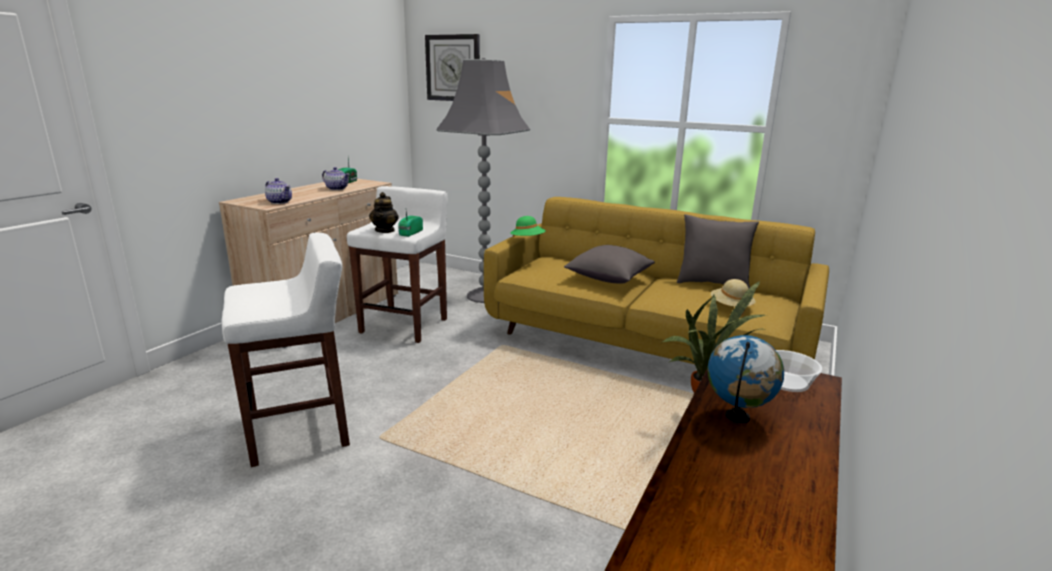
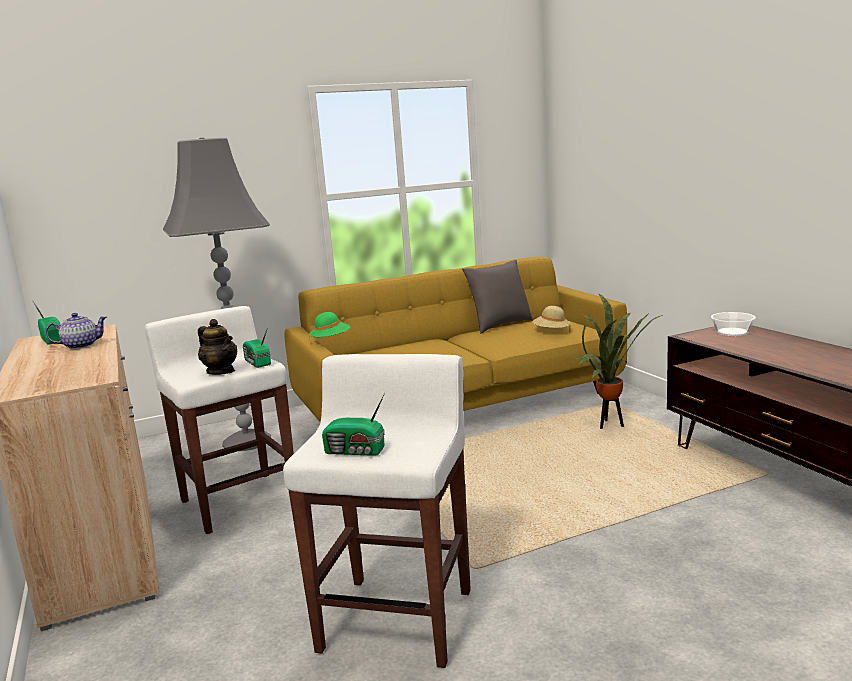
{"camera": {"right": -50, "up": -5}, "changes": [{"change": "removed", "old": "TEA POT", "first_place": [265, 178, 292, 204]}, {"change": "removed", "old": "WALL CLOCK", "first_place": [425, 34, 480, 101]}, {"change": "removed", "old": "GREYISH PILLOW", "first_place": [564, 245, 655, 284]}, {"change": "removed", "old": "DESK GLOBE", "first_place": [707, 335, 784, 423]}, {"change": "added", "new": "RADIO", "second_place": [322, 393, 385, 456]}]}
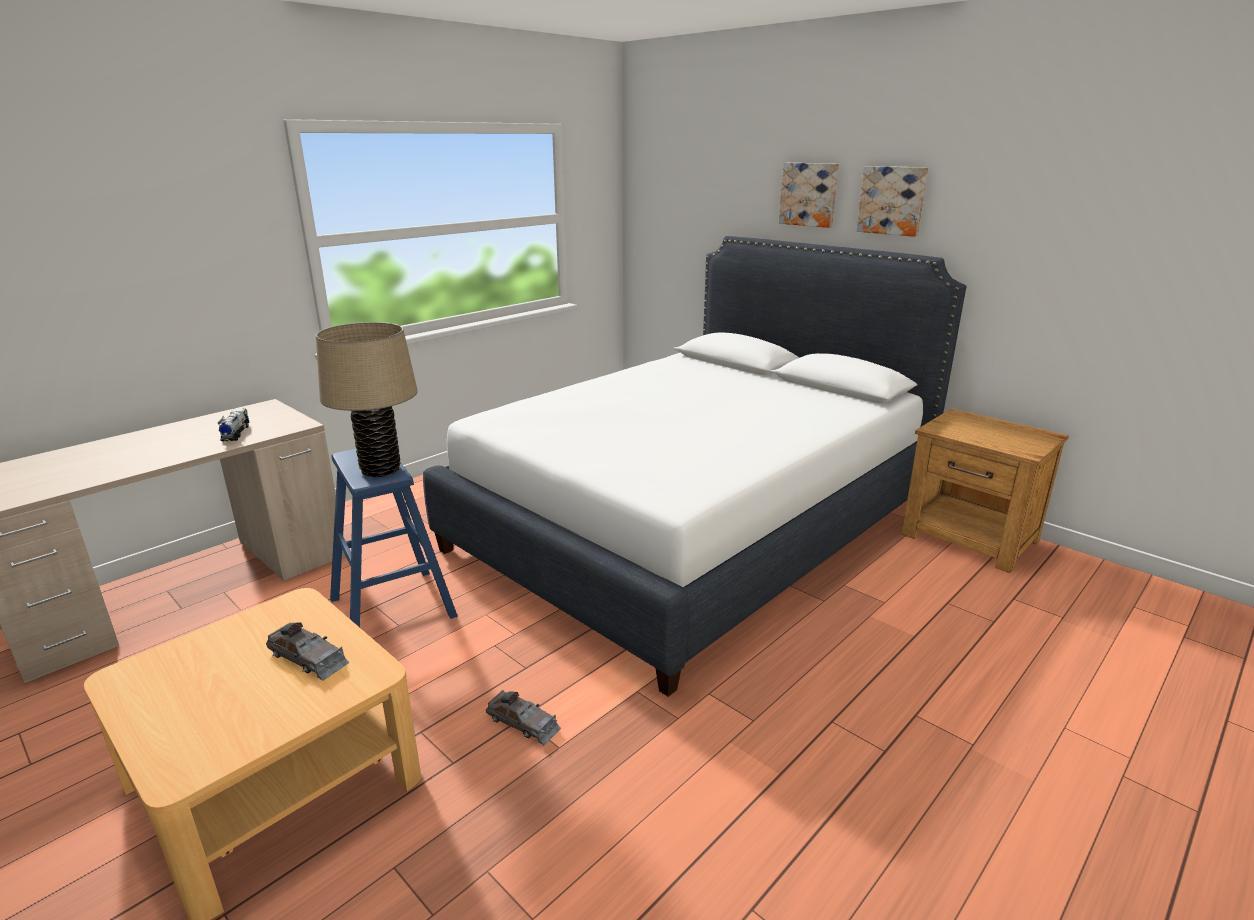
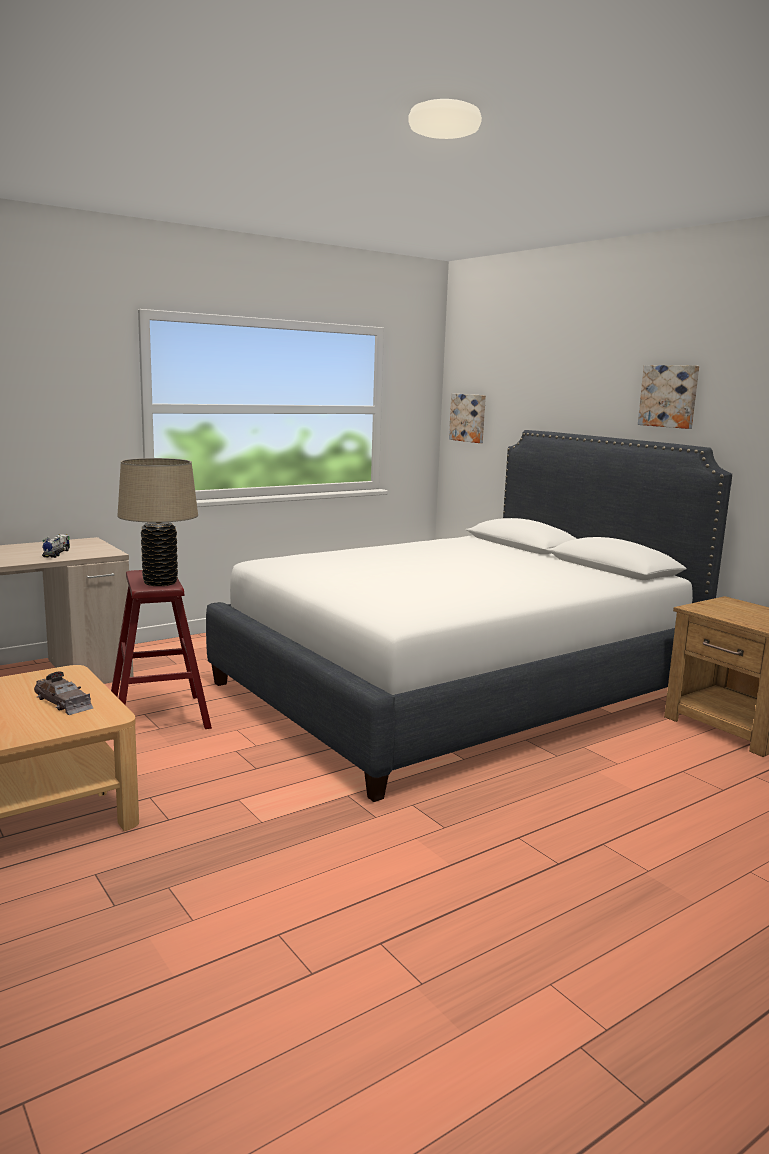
{"camera": {"right": 10, "up": -10}, "changes": [{"change": "recoloured", "old": "BLUE-COLOURED STOOL", "new": "RED-COLOURED STOOL", "first_place": [330, 449, 458, 627], "second_place": [111, 570, 212, 740]}, {"change": "removed", "old": "GREYISH TOY CAR", "first_place": [486, 690, 561, 745]}, {"change": "moved", "old": "WALL PICTURE", "first_place": [779, 163, 839, 228], "second_place": [449, 394, 486, 443]}]}
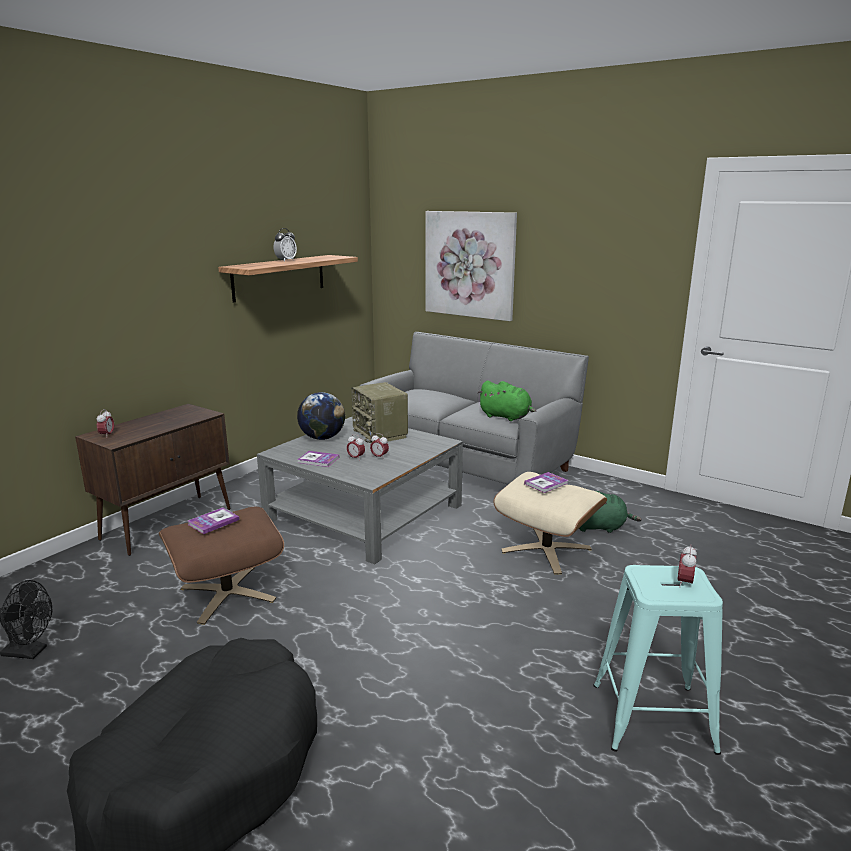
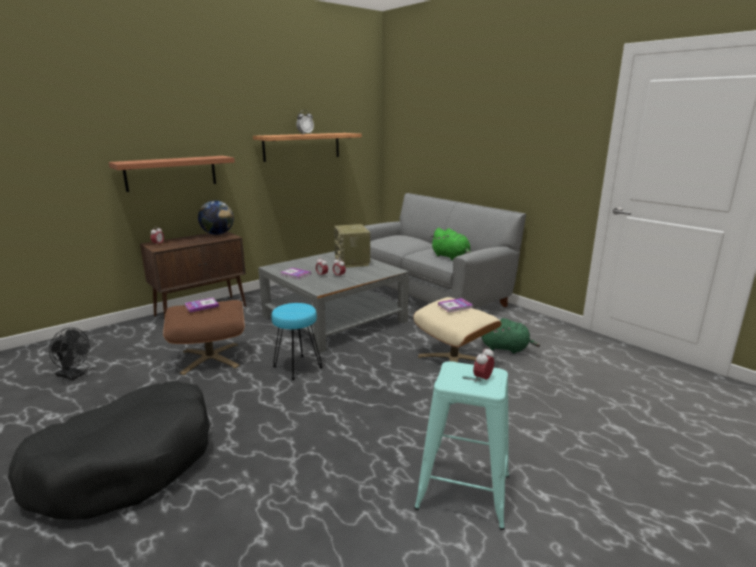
{"camera": {"right": 15, "up": 0}, "changes": [{"change": "moved", "old": "DESK GLOBE", "first_place": [297, 392, 345, 440], "second_place": [198, 201, 234, 235]}, {"change": "removed", "old": "WALL PICTURE", "first_place": [425, 211, 517, 321]}, {"change": "added", "new": "BRACKET SHELF", "second_place": [109, 156, 235, 192]}, {"change": "added", "new": "TURQUOISE STOOL", "second_place": [271, 303, 323, 380]}]}
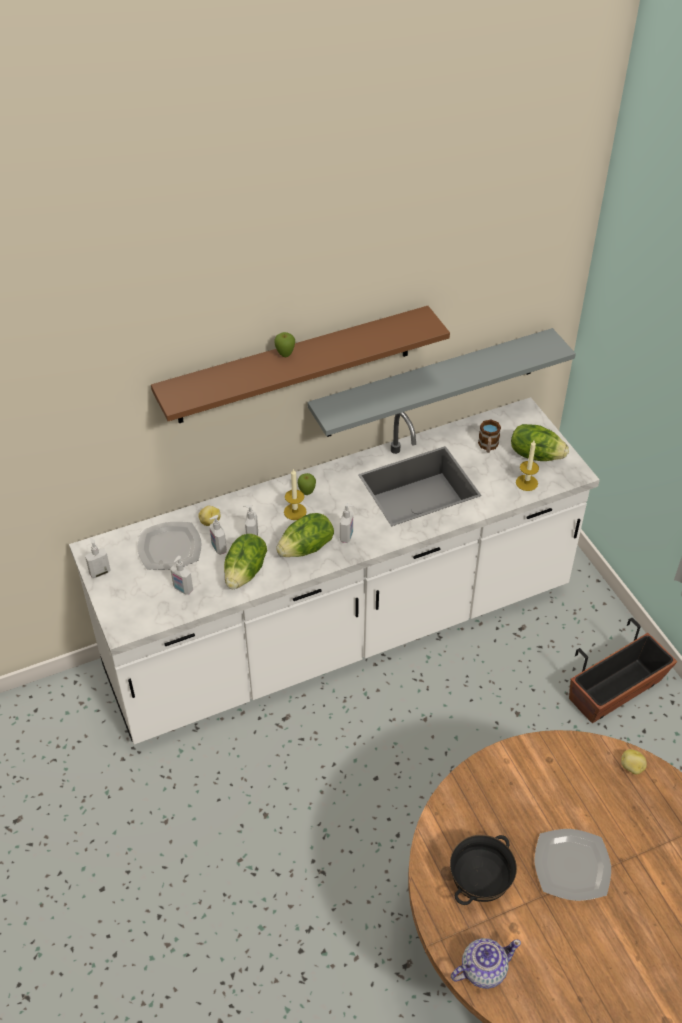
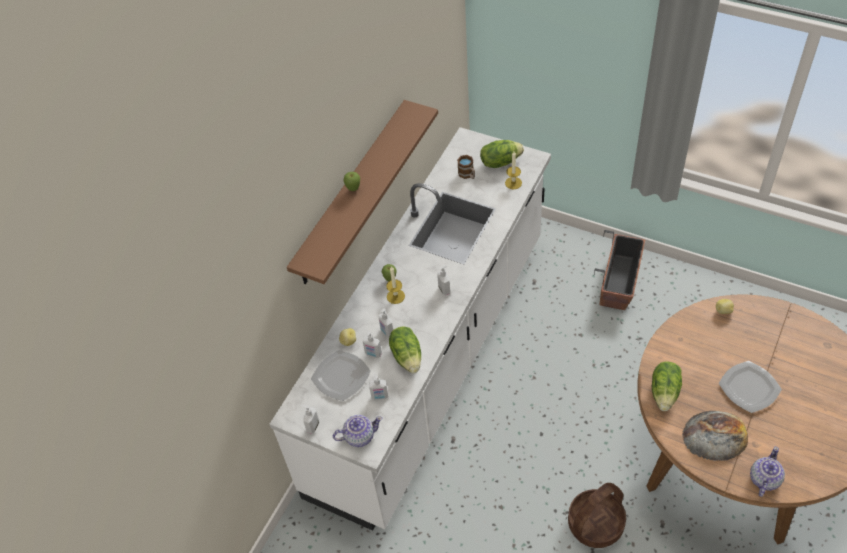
{"camera": {"right": -35, "up": 5}, "changes": [{"change": "moved", "old": "HEAD OF LETTUCE", "first_place": [276, 513, 334, 557], "second_place": [652, 361, 682, 411]}, {"change": "removed", "old": "GREYISH BRACKET SHELF", "first_place": [307, 328, 576, 437]}, {"change": "replaced", "old": "BLACKISH DEEP DISH", "new": "BREAD", "first_place": [450, 835, 517, 905], "second_place": [682, 411, 748, 461]}, {"change": "added", "new": "TEA POT", "second_place": [333, 415, 382, 447]}, {"change": "added", "new": "HOUSEHOLD BASKET", "second_place": [568, 483, 626, 548]}]}
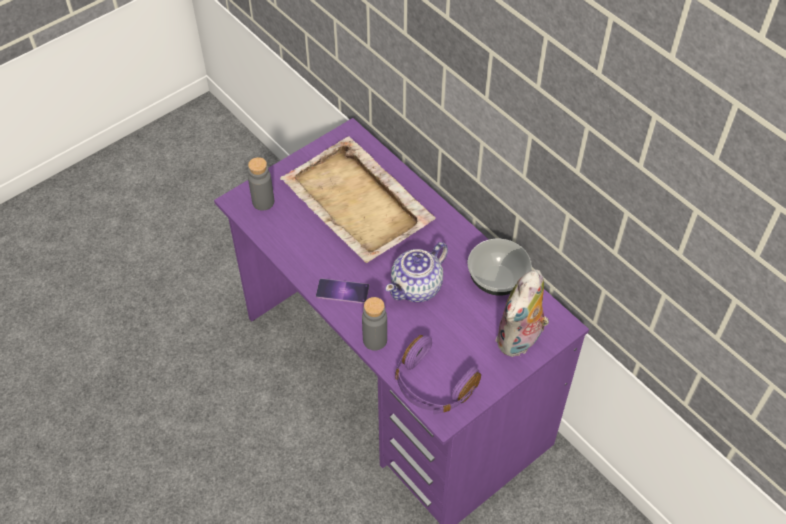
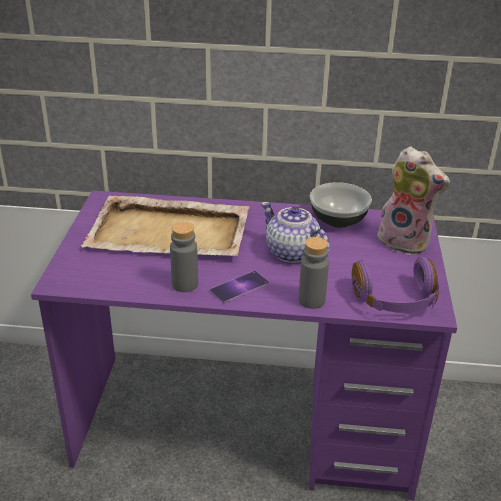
{"camera": {"right": -45, "up": -20}, "changes": [{"change": "moved", "old": "GREYISH DRINK BOTTLE", "first_place": [248, 157, 274, 210], "second_place": [170, 222, 198, 292]}, {"change": "turned", "old": "TEA POT", "first_place": [385, 242, 448, 302], "second_place": [261, 202, 330, 263], "degrees": 135}, {"change": "turned", "old": "CUDDLY TOY", "first_place": [496, 270, 549, 357], "second_place": [377, 146, 450, 255], "degrees": -45}]}
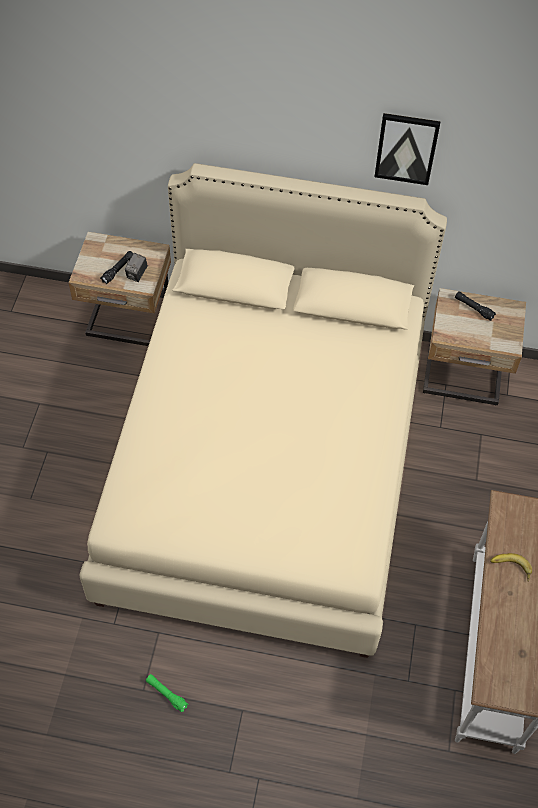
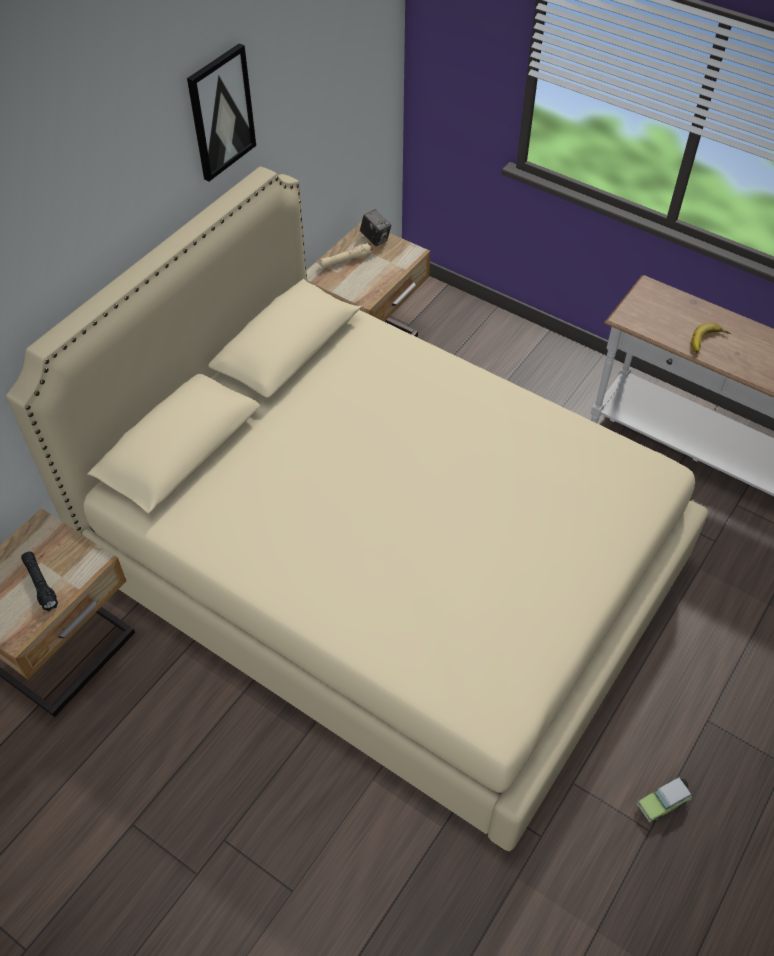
{"camera": {"right": -65, "up": -5}, "changes": [{"change": "moved", "old": "STILL CAMERA", "first_place": [125, 253, 148, 282], "second_place": [360, 209, 391, 246]}, {"change": "replaced", "old": "GREEN TORCH", "new": "TOY CAR", "first_place": [146, 674, 188, 712], "second_place": [637, 777, 692, 823]}, {"change": "recoloured", "old": "BLACKISH TORCH", "new": "SAND-COLOURED TORCH", "first_place": [455, 291, 496, 321], "second_place": [319, 243, 372, 269]}]}
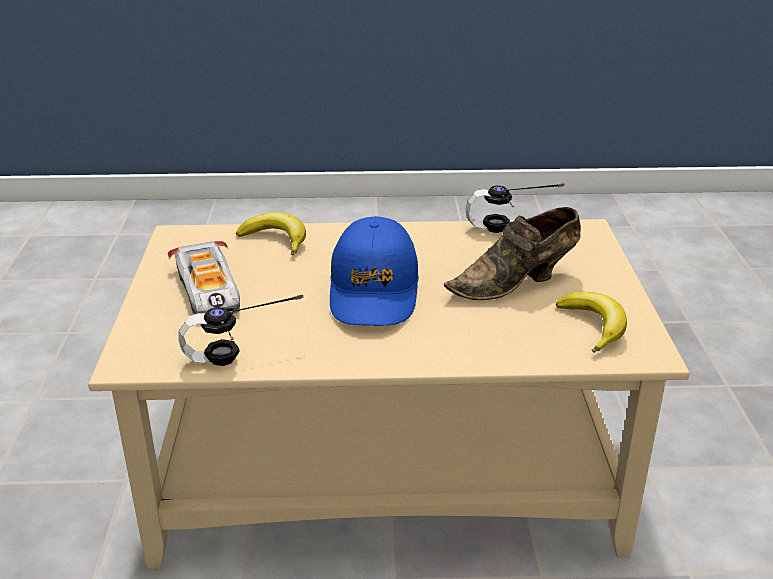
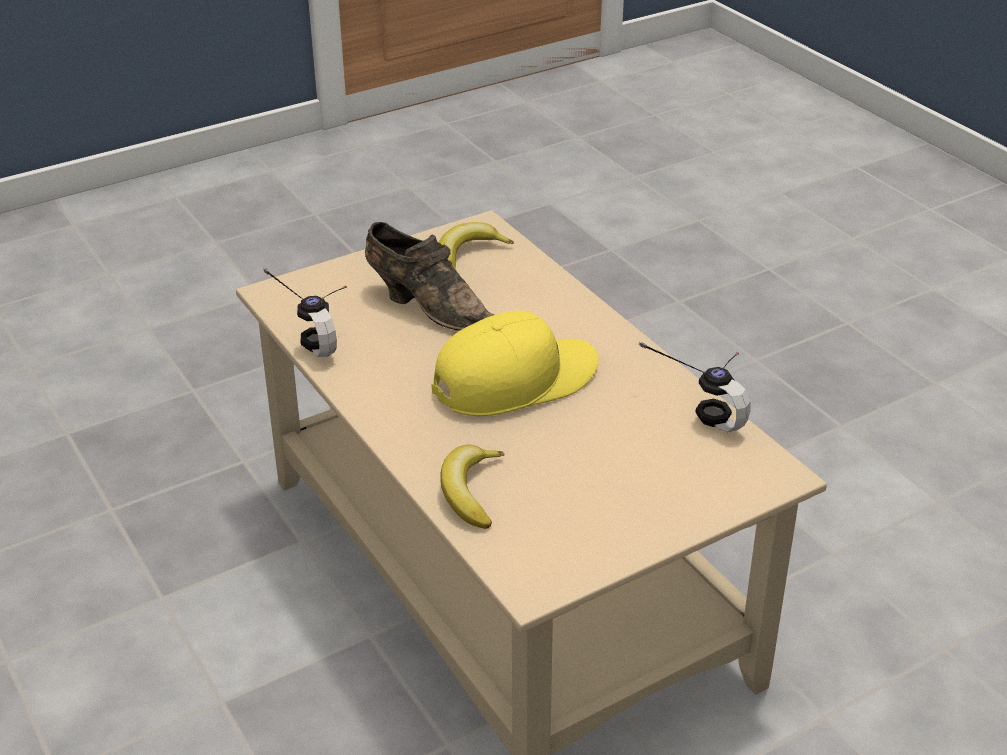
{"camera": {"right": -120, "up": 5}, "changes": [{"change": "removed", "old": "TOY CAR", "first_place": [167, 241, 240, 314]}, {"change": "recoloured", "old": "BLUE-COLOURED BASEBALL CAP", "new": "YELLOWISH BASEBALL CAP", "first_place": [330, 216, 419, 326], "second_place": [431, 311, 599, 416]}]}
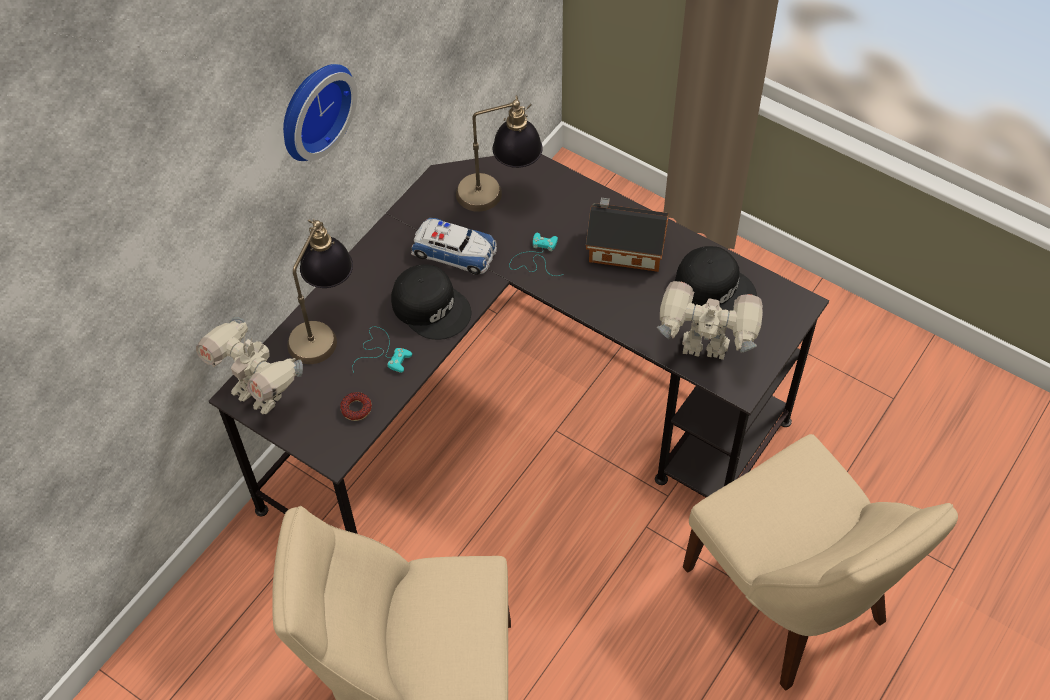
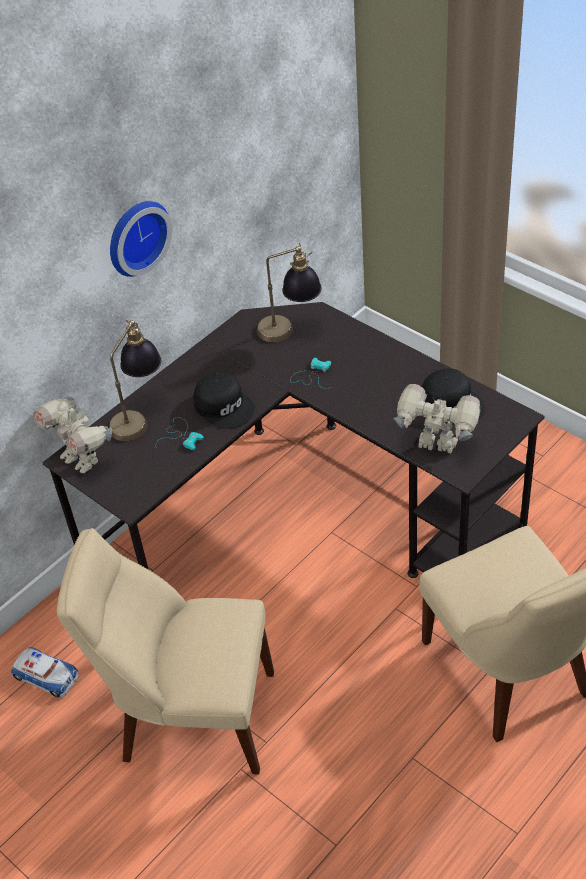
{"camera": {"right": 10, "up": -10}, "changes": [{"change": "removed", "old": "DOUGHNUT", "first_place": [340, 392, 372, 421]}, {"change": "moved", "old": "TOY CAR", "first_place": [411, 218, 497, 275], "second_place": [11, 647, 79, 698]}, {"change": "removed", "old": "TOY HOUSE", "first_place": [586, 198, 669, 272]}]}
